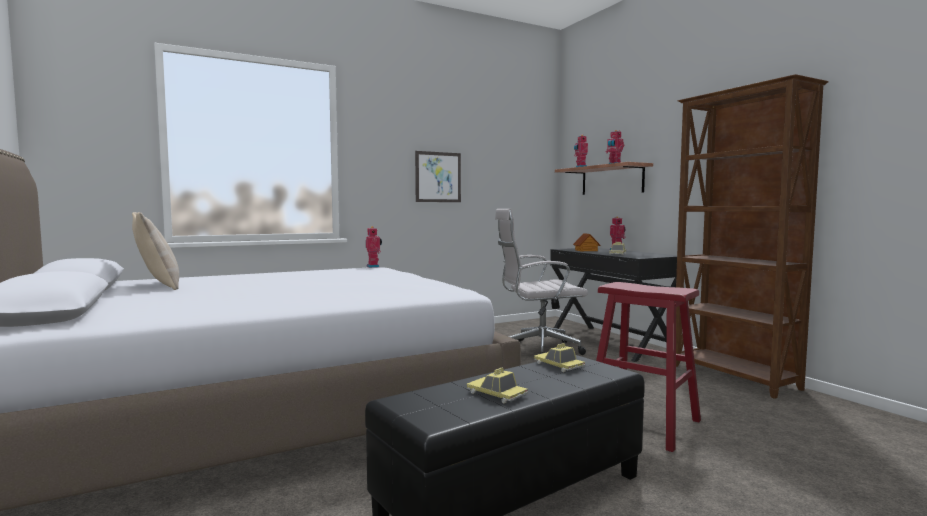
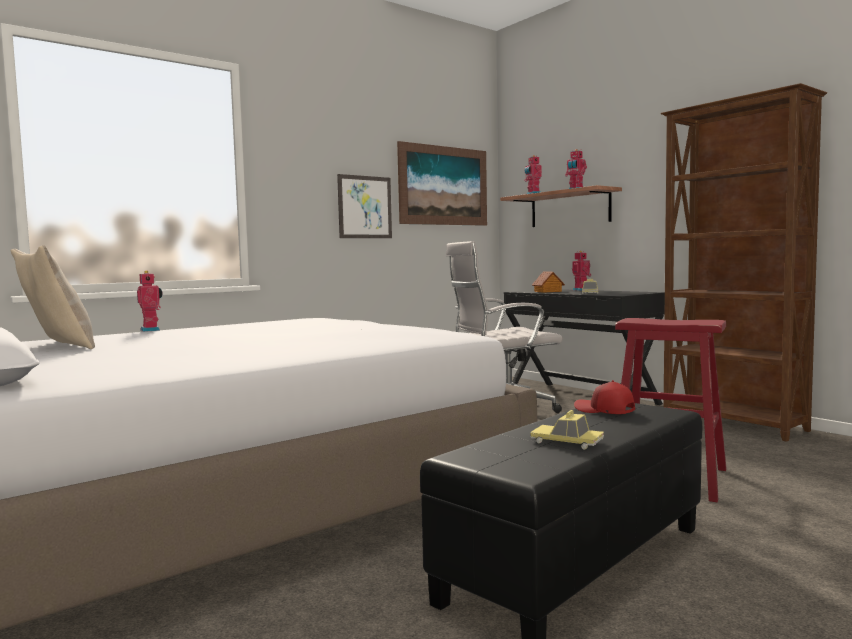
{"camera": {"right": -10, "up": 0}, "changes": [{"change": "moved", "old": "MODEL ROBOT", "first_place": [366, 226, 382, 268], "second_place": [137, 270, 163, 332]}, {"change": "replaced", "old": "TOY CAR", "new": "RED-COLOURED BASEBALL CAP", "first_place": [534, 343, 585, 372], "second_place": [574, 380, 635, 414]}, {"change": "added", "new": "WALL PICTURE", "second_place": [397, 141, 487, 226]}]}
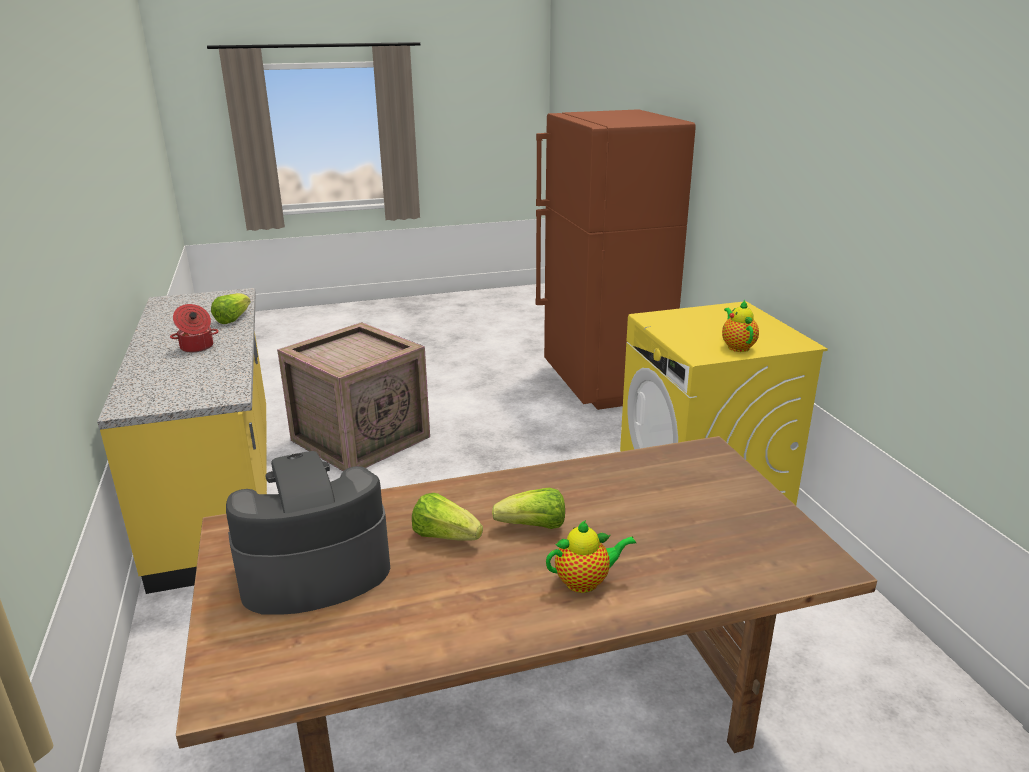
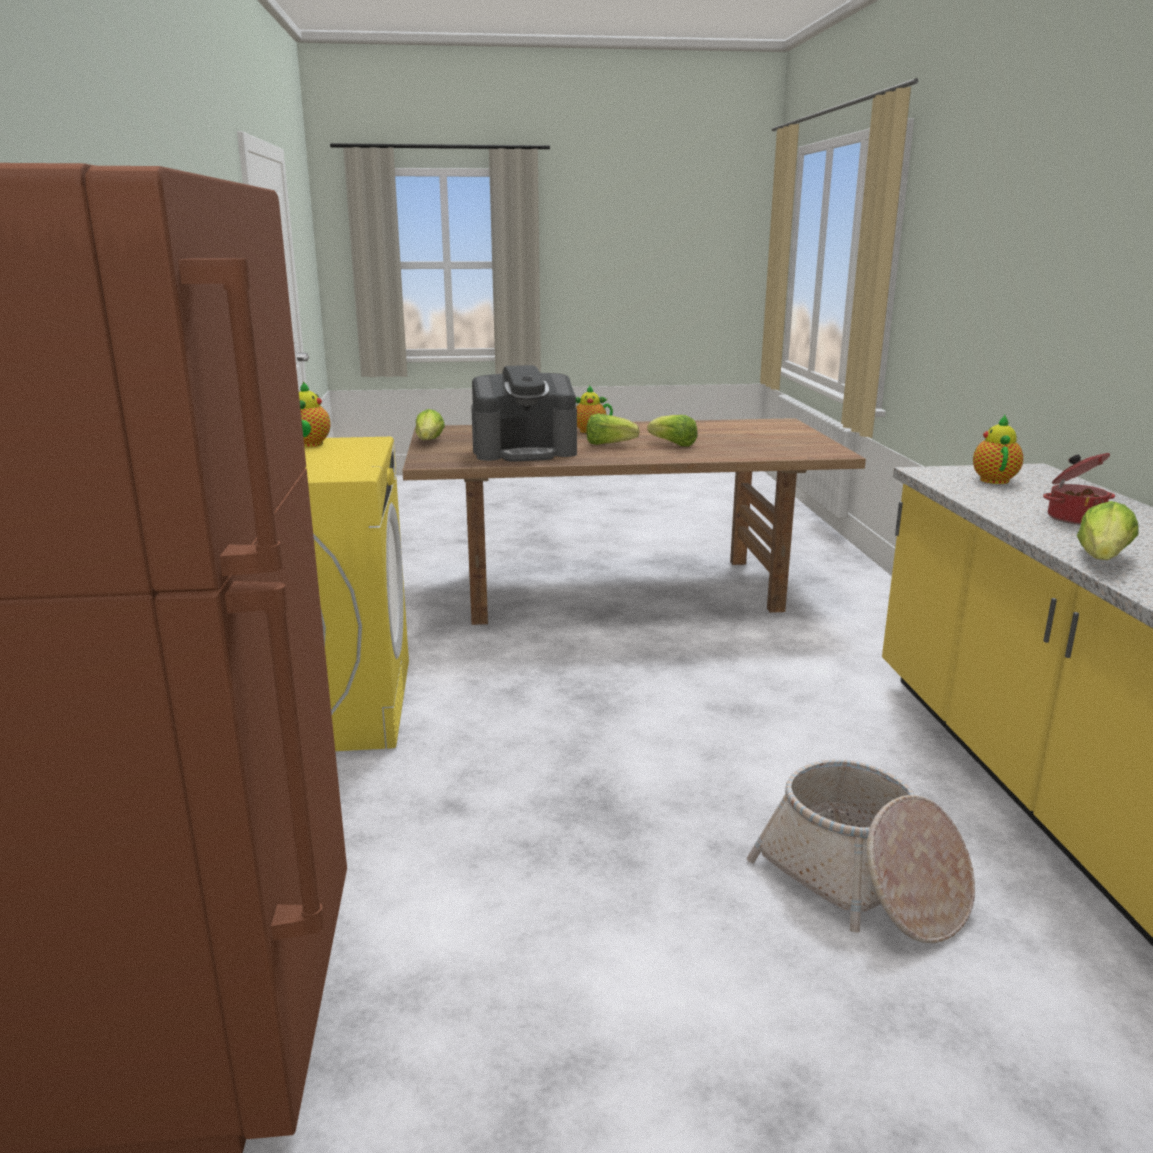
{"camera": {"right": -170, "up": -5}, "changes": [{"change": "moved", "old": "COFFEE BREWER", "first_place": [226, 451, 390, 615], "second_place": [471, 365, 577, 462]}, {"change": "replaced", "old": "PACKING CRATE", "new": "HOUSEHOLD BASKET", "first_place": [277, 322, 430, 471], "second_place": [747, 760, 975, 943]}, {"change": "added", "new": "HEAD OF LETTUCE", "second_place": [415, 409, 445, 440]}, {"change": "added", "new": "TEA POT", "second_place": [973, 415, 1023, 484]}]}
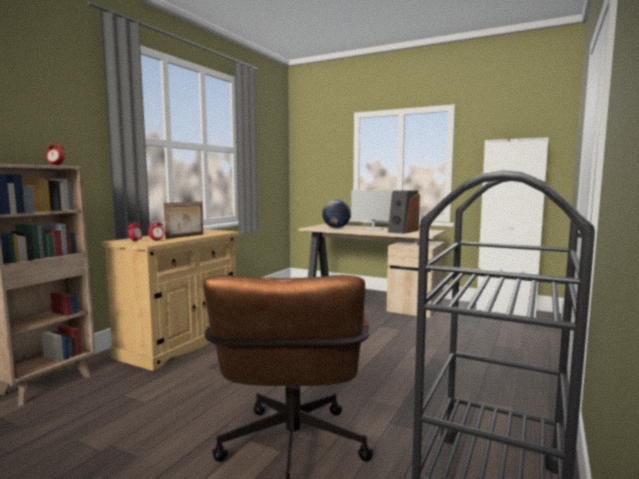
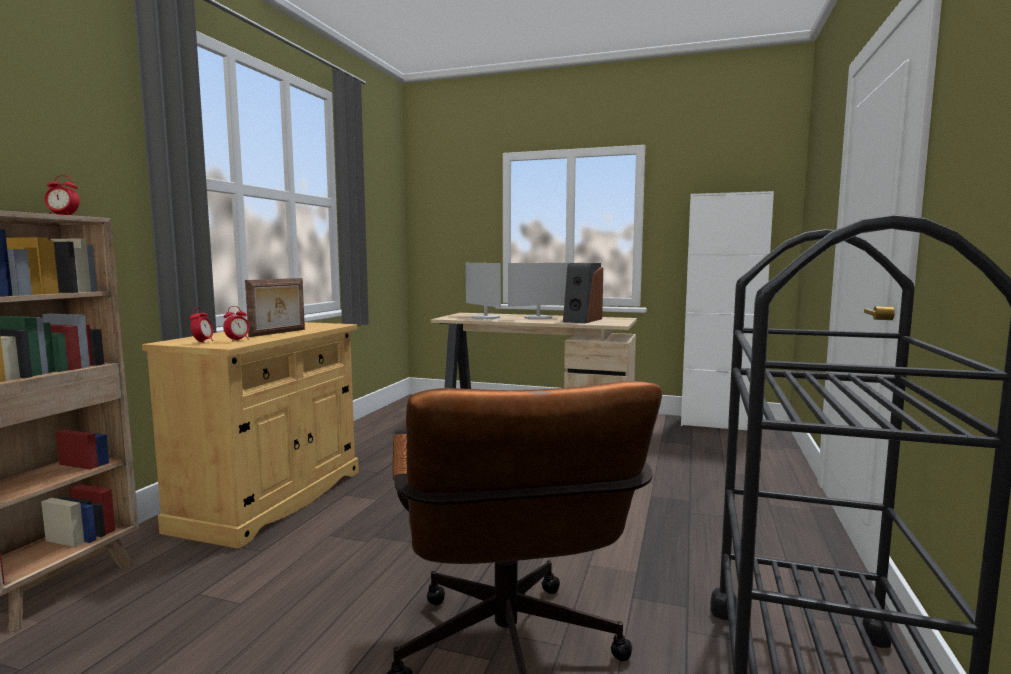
{"camera": {"right": -10, "up": 0}, "changes": [{"change": "replaced", "old": "DESK GLOBE", "new": "COMPUTER SCREEN", "first_place": [322, 200, 351, 228], "second_place": [466, 263, 501, 319]}]}
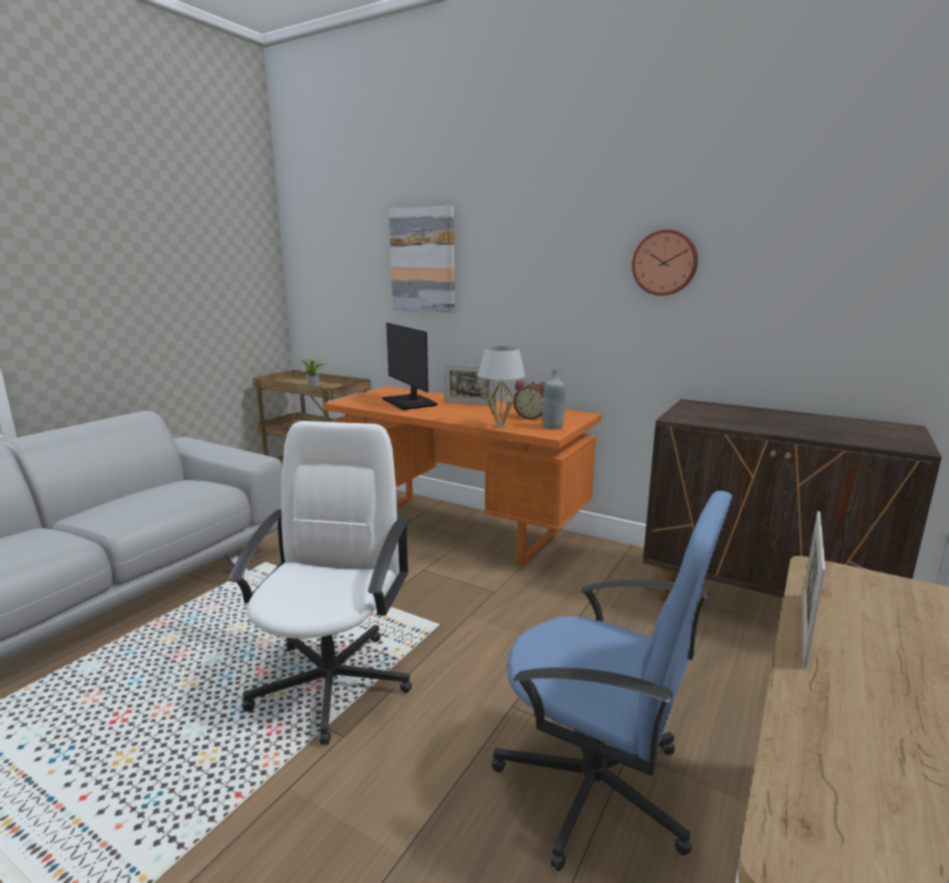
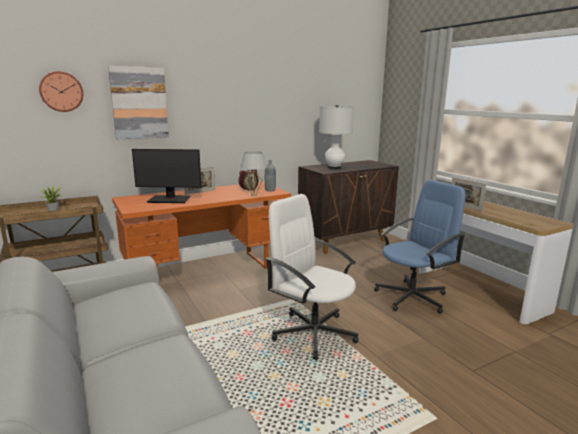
{"camera": {"right": -60, "up": 0}, "changes": [{"change": "moved", "old": "WALL CLOCK", "first_place": [632, 229, 698, 296], "second_place": [39, 71, 83, 112]}, {"change": "added", "new": "WHITISH TABLE LAMP", "second_place": [319, 104, 354, 169]}]}
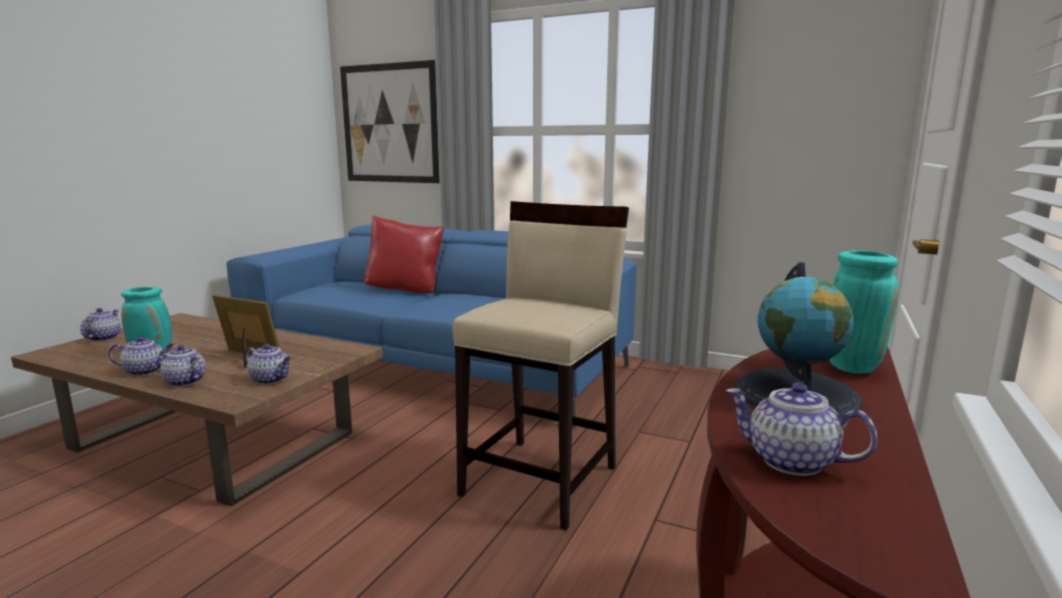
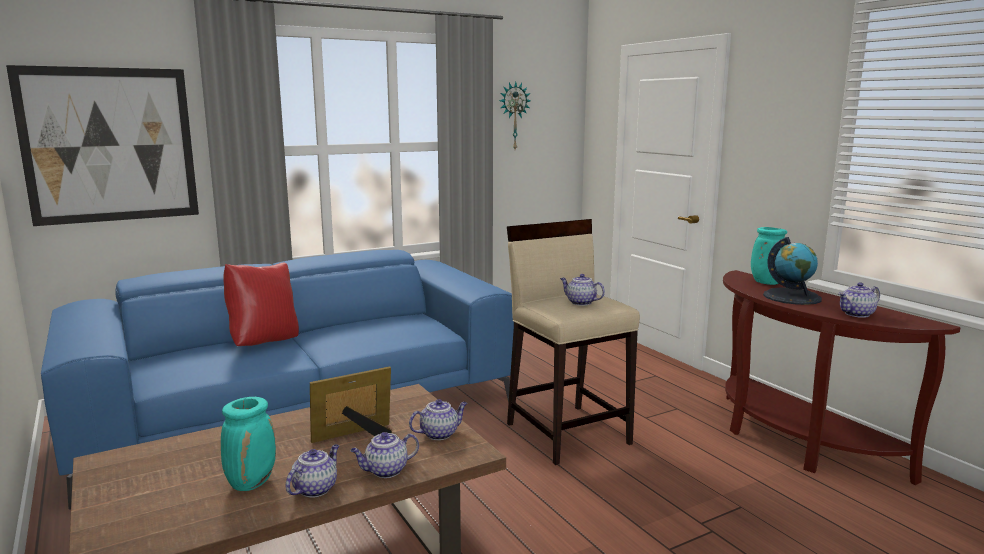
{"camera": {"right": -55, "up": 0}, "changes": [{"change": "moved", "old": "TEA POT", "first_place": [80, 308, 121, 341], "second_place": [560, 274, 605, 306]}, {"change": "added", "new": "WALL CLOCK", "second_place": [499, 81, 531, 149]}]}
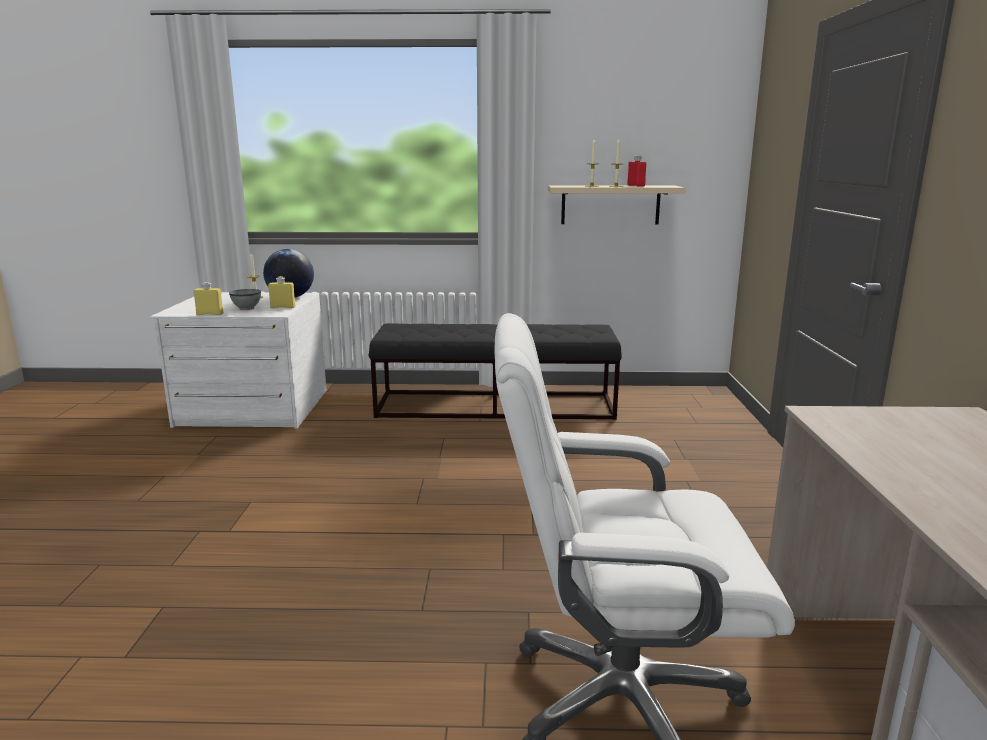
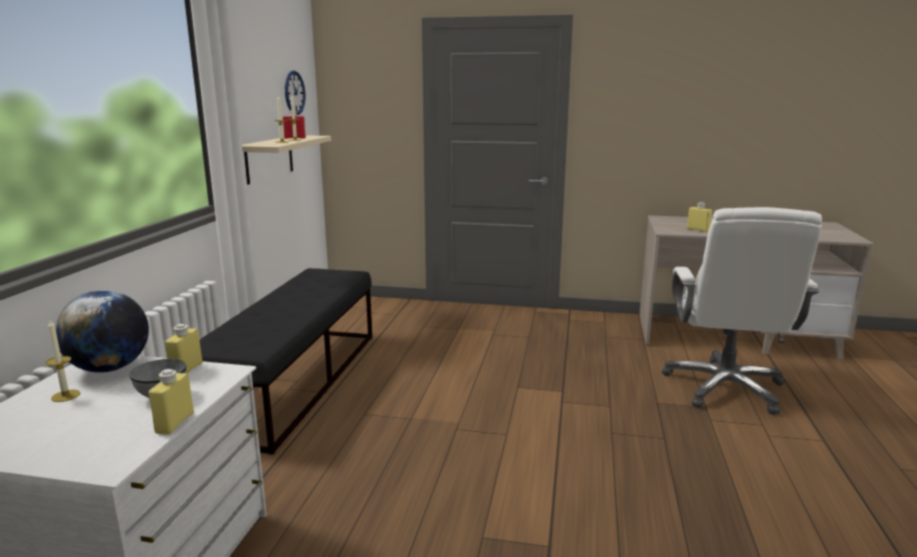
{"camera": {"right": -80, "up": 0}, "changes": [{"change": "added", "new": "WALL CLOCK", "second_place": [285, 71, 305, 115]}, {"change": "added", "new": "YELLOWISH DRINK BOTTLE", "second_place": [687, 202, 712, 232]}]}
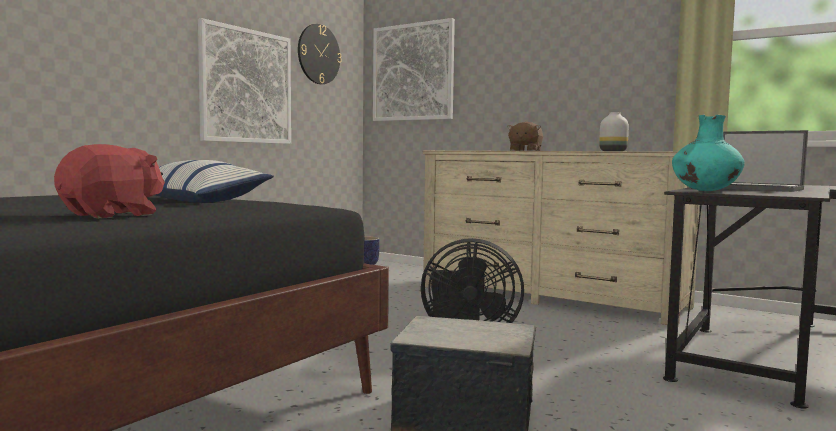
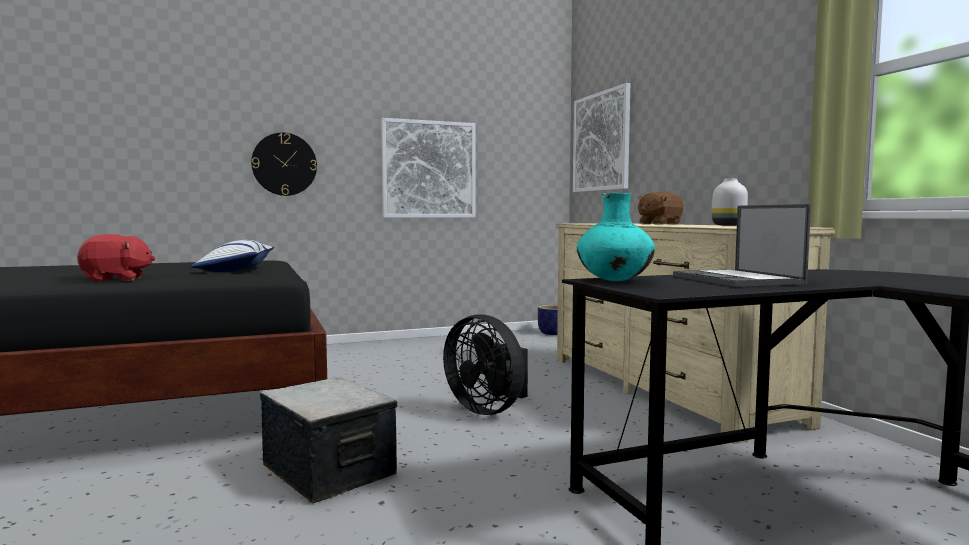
{"camera": {"right": 35, "up": 0}, "changes": [{"change": "moved", "old": "WALL CLOCK", "first_place": [298, 24, 342, 84], "second_place": [251, 133, 317, 196]}]}
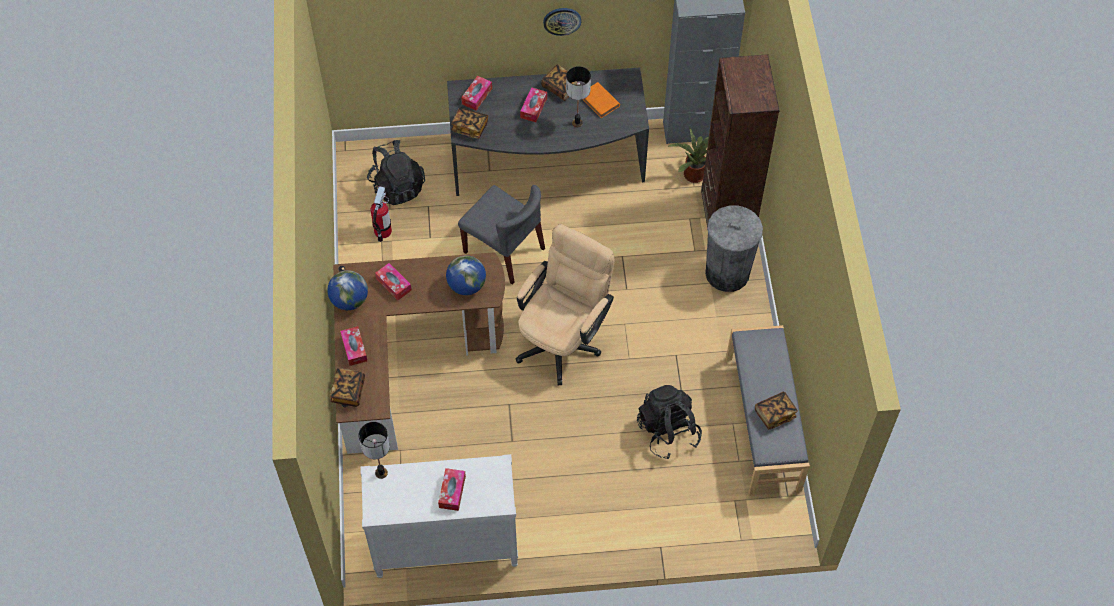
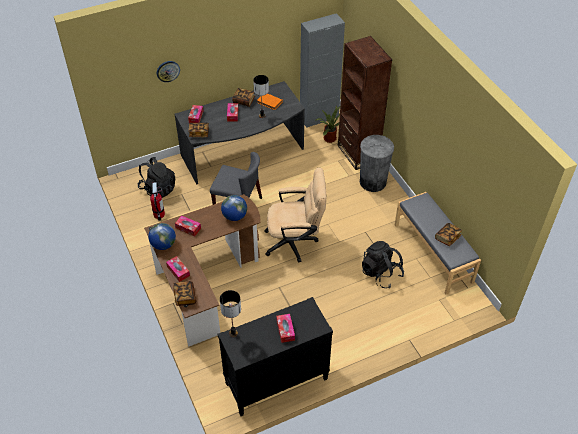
{"camera": {"right": -20, "up": -10}, "changes": [{"change": "recoloured", "old": "WHITISH CHEST OF DRAWERS", "new": "BLACKISH CHEST OF DRAWERS", "first_place": [360, 454, 518, 578], "second_place": [217, 297, 333, 416]}, {"change": "turned", "old": "SAND-COLOURED COMPUTER CHAIR", "first_place": [516, 224, 614, 386], "second_place": [264, 168, 326, 263], "degrees": 75}, {"change": "moved", "old": "WALL CLOCK", "first_place": [543, 8, 581, 36], "second_place": [157, 61, 180, 82]}]}
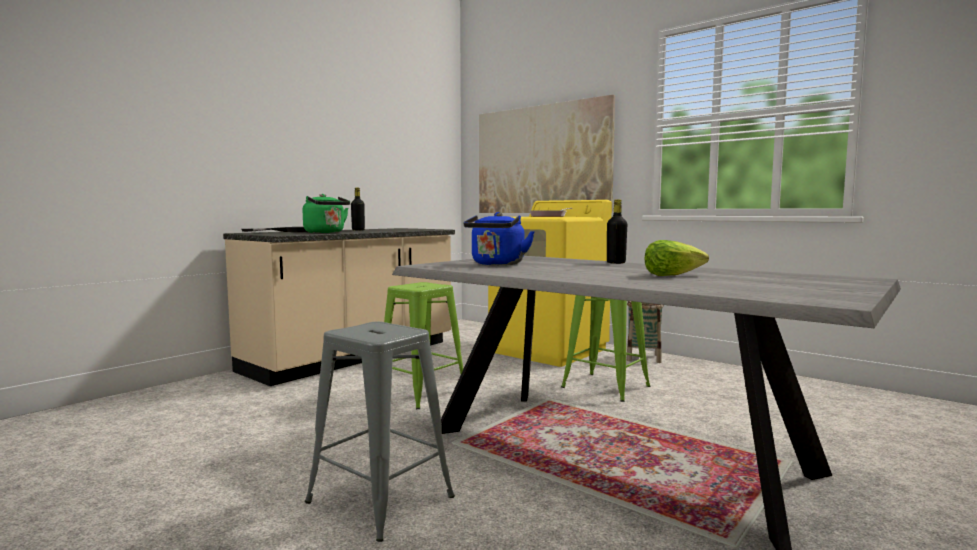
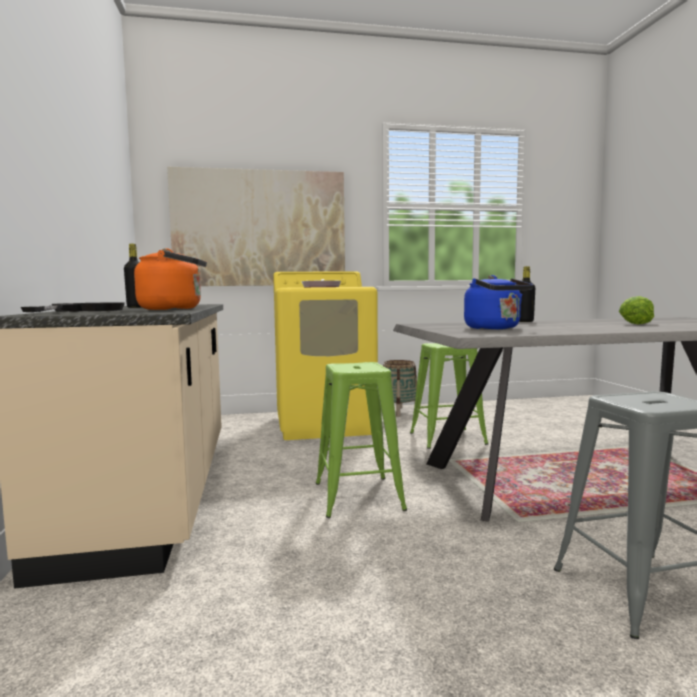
{"camera": {"right": -50, "up": 0}, "changes": [{"change": "recoloured", "old": "GREEN TEA KETTLE", "new": "ORANGEY TEA KETTLE", "first_place": [303, 194, 350, 233], "second_place": [134, 248, 207, 310]}]}
